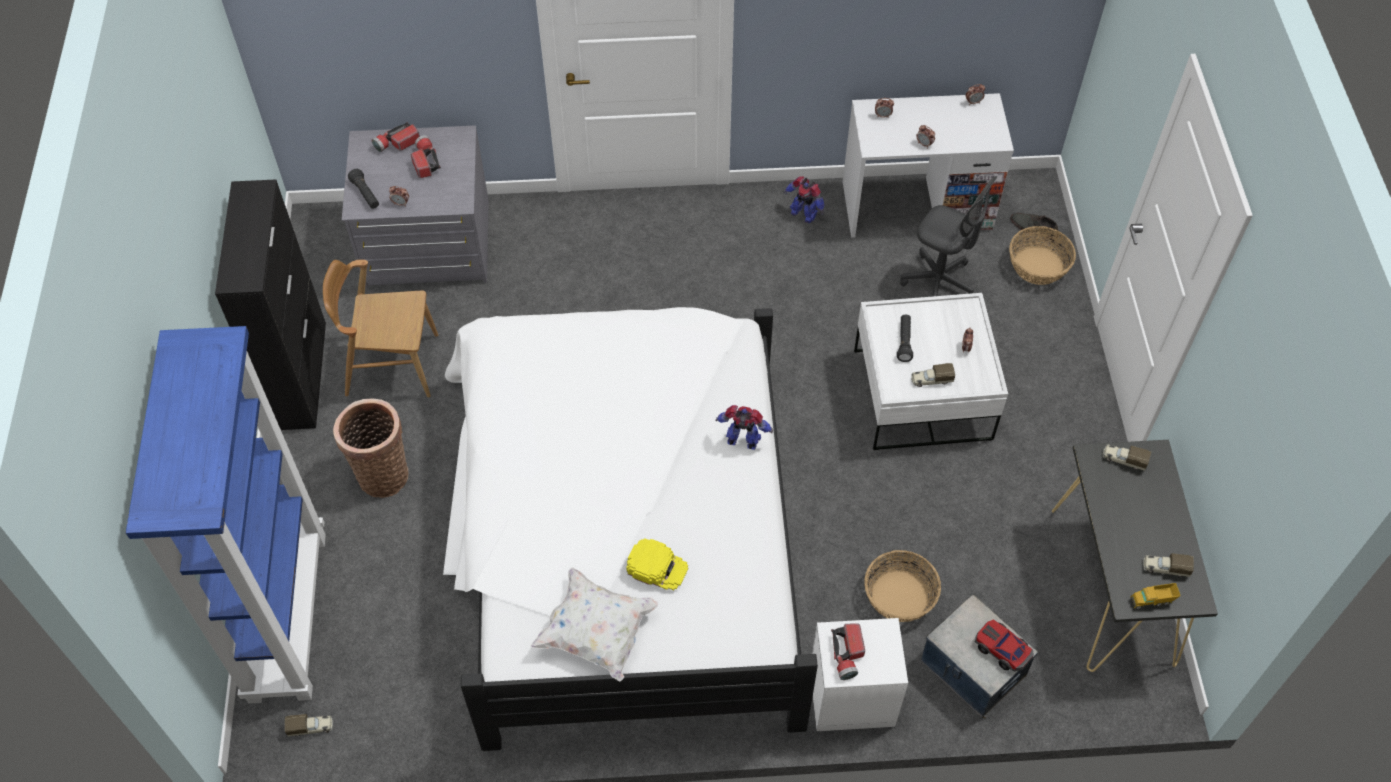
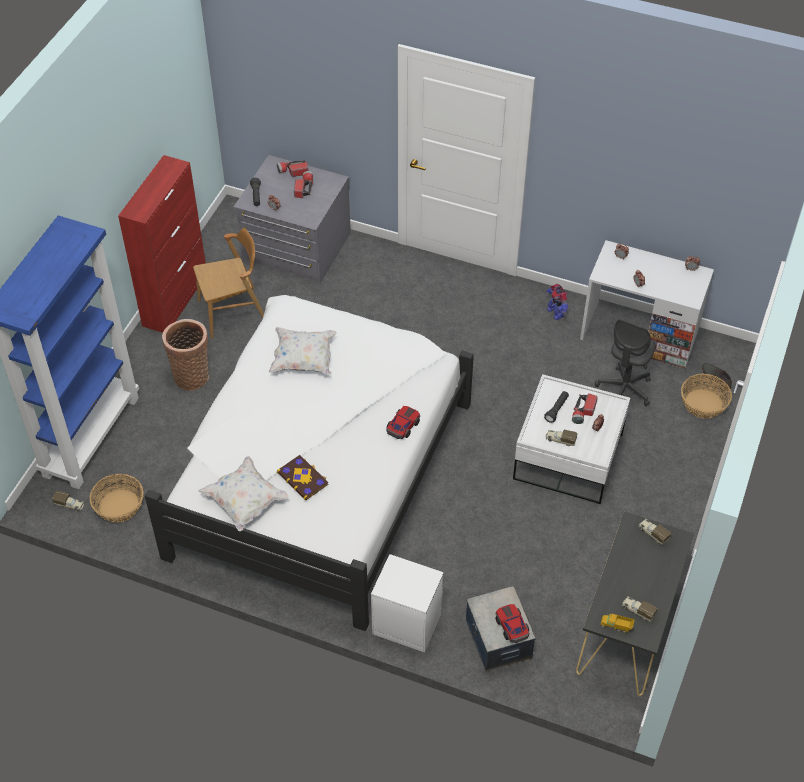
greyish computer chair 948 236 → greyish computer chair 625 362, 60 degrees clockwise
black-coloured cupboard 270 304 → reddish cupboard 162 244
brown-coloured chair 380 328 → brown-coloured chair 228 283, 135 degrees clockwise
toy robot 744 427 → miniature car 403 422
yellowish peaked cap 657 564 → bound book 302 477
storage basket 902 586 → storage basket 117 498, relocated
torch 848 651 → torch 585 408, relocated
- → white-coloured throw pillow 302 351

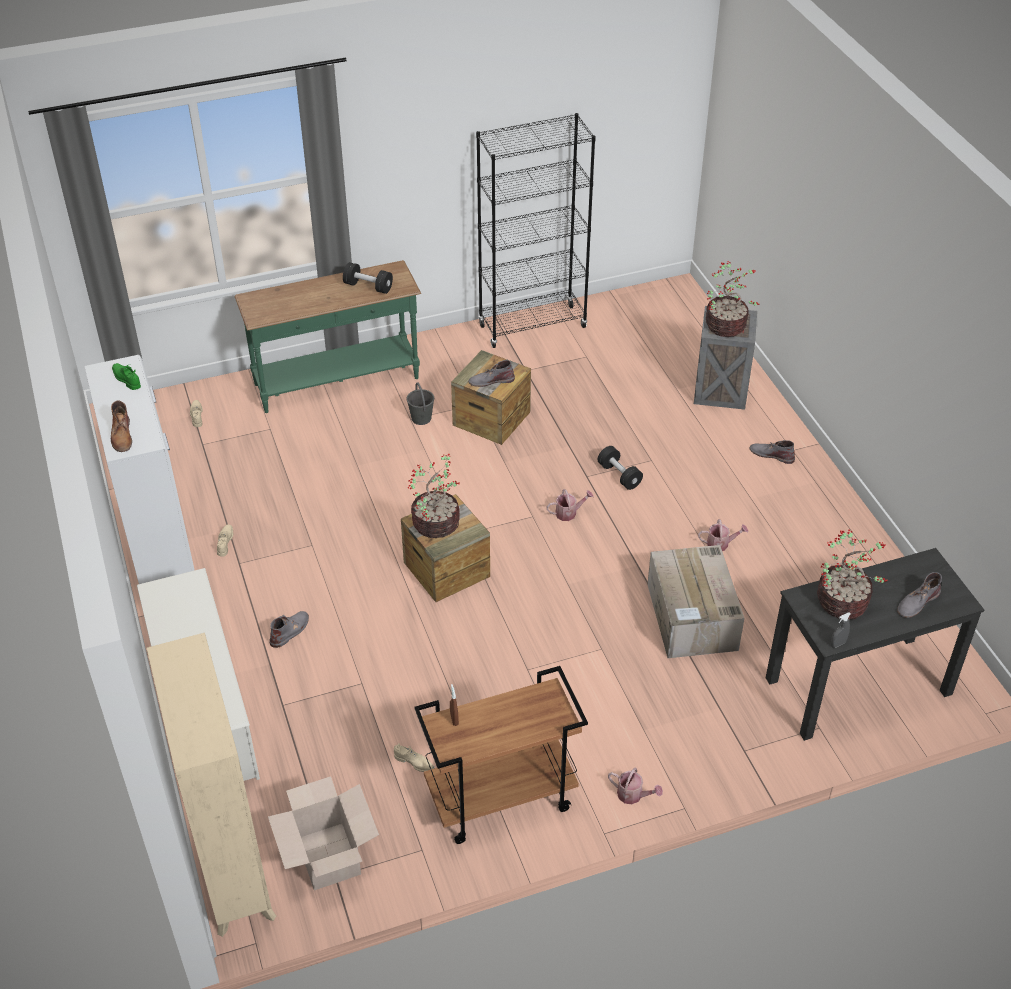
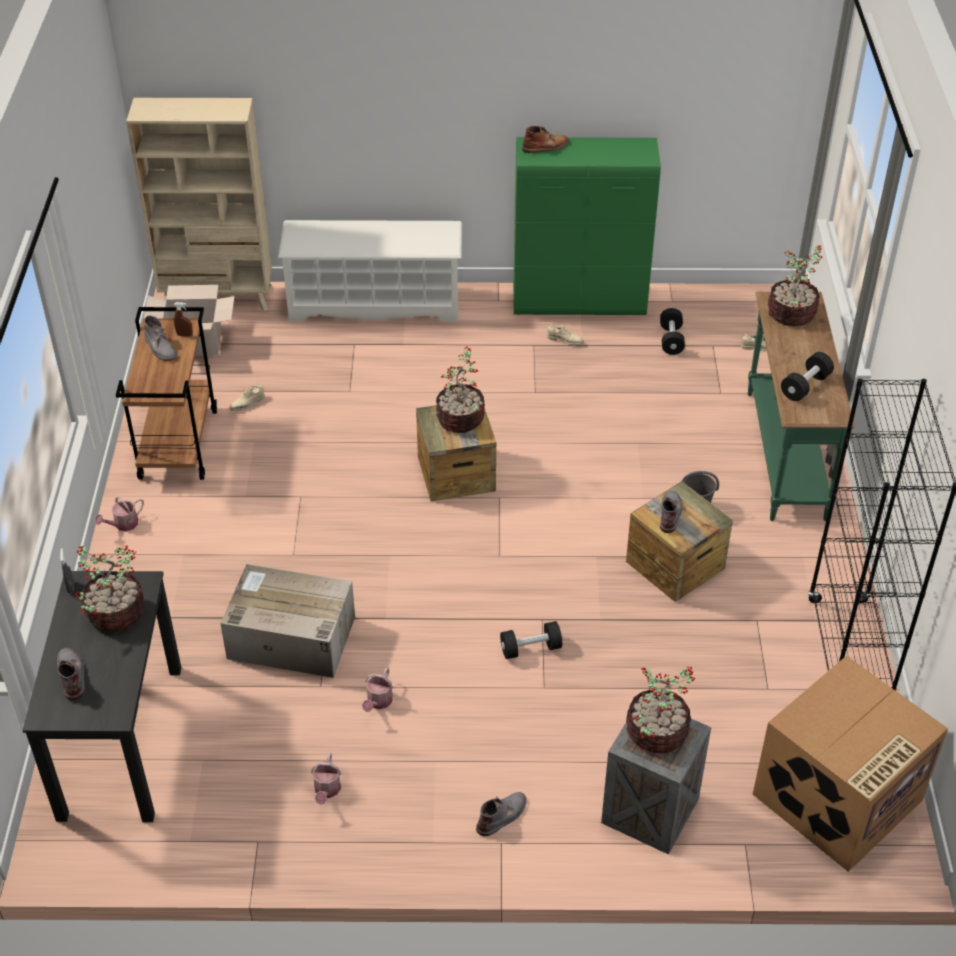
white-coloured cupboard 139 469 → greenish cupboard 587 226
greenish shoe 126 376 → -
brown-coloured boot 121 426 → brown-coloured boot 545 139, 150 degrees clockwise
sprinkling can 570 505 → sprinkling can 326 779, relocated
greyish boot 289 629 → greyish boot 160 338, relocated
- → houseplant 795 285
- → black-coloured hand weight 672 331
- → packing box 850 764

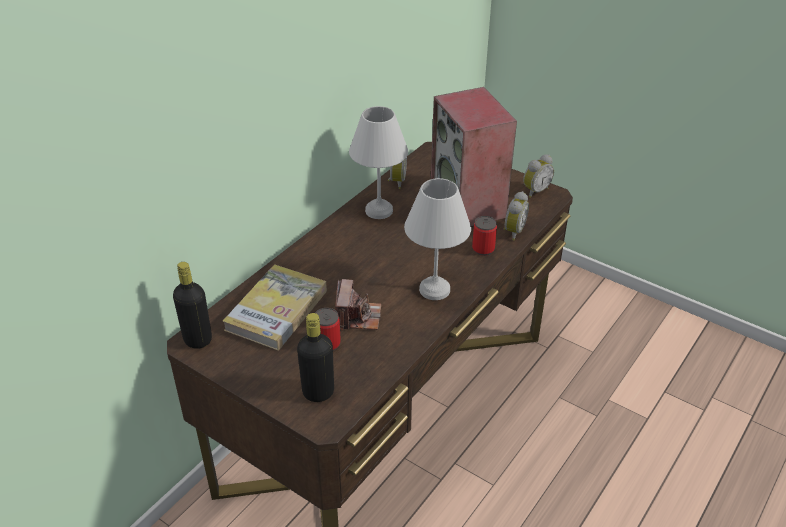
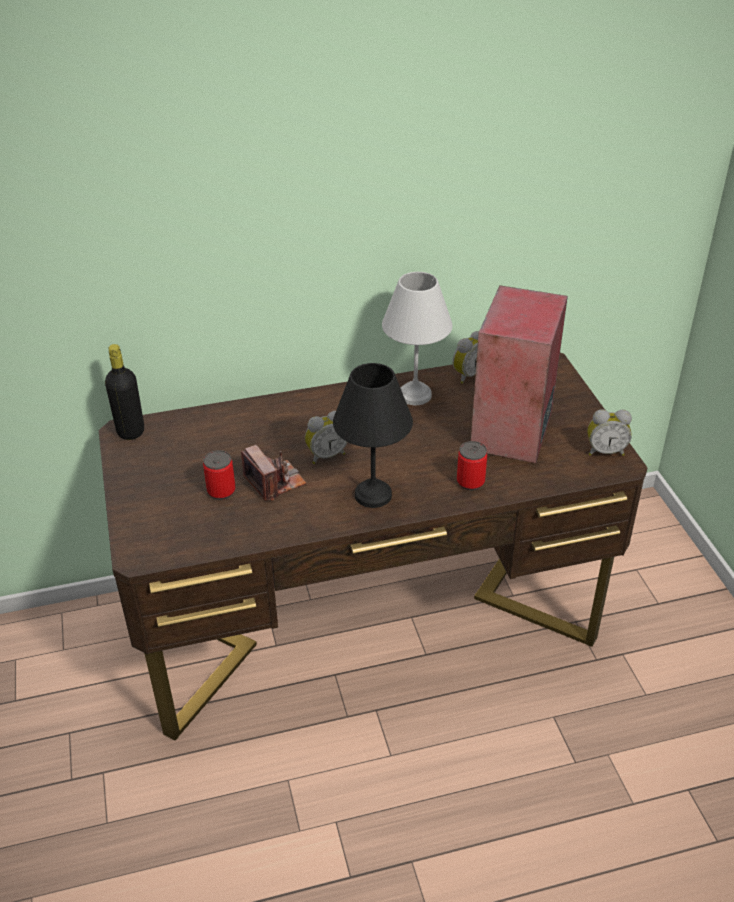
white-coloured lamp for a table 437 239 → black-coloured lamp for a table 373 435
alarm clock 516 216 → alarm clock 326 437, relocated
bound book 275 307 → -
still camera 358 305 → still camera 273 473, 75 degrees counterclockwise
black-coloured bottle 315 357 → -

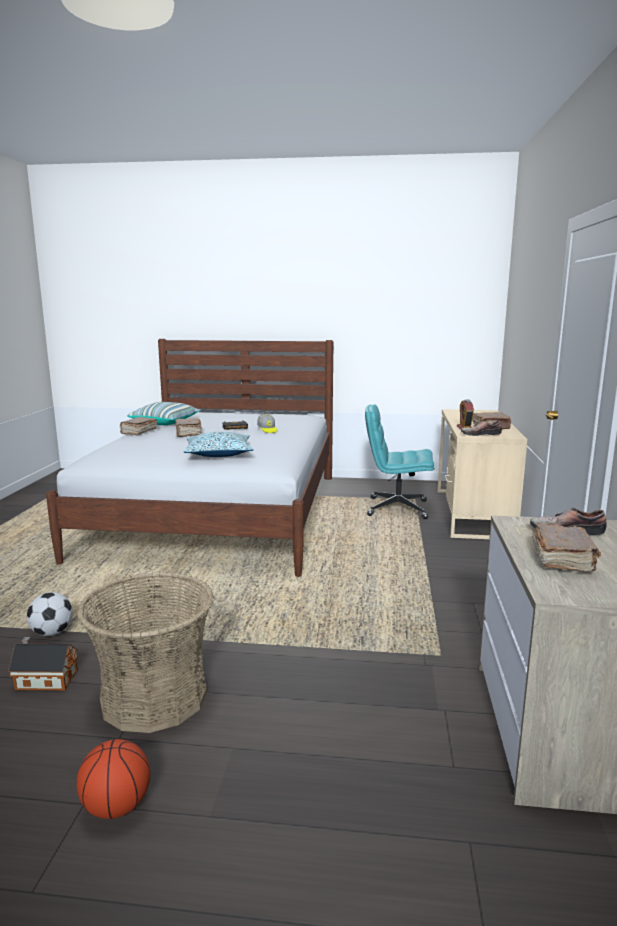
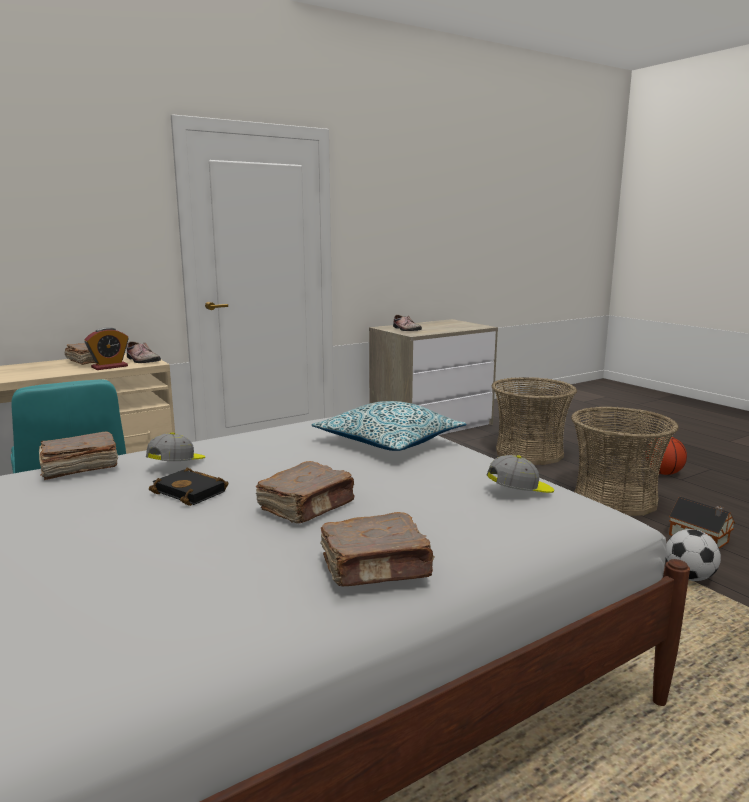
throw pillow 164 413 → -
brown-coloured bound book 566 548 → brown-coloured bound book 78 455, relocated
- → storage basket 534 421
- → peaked cap 520 474

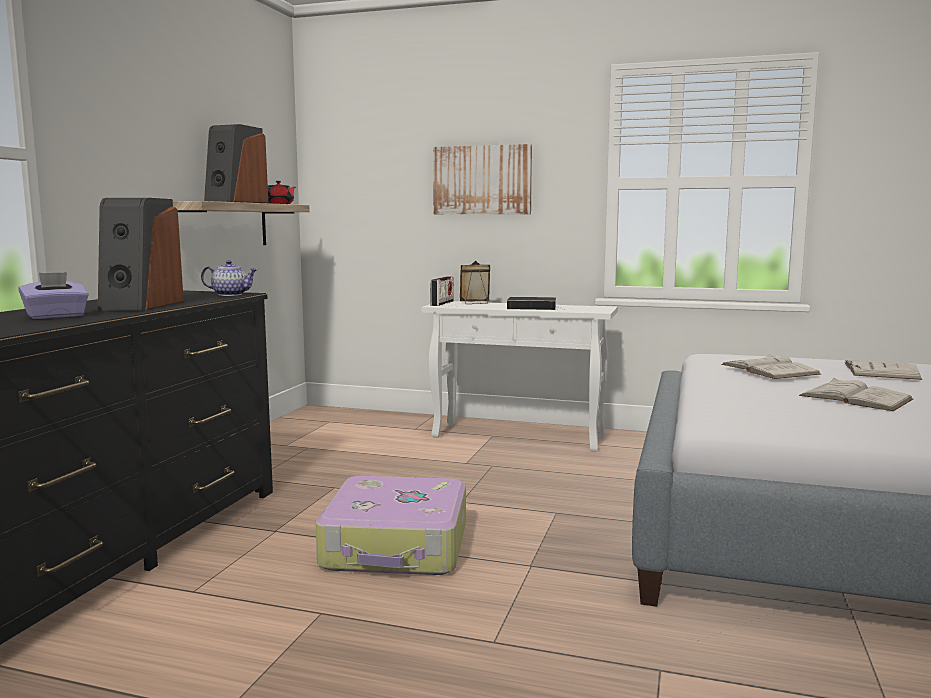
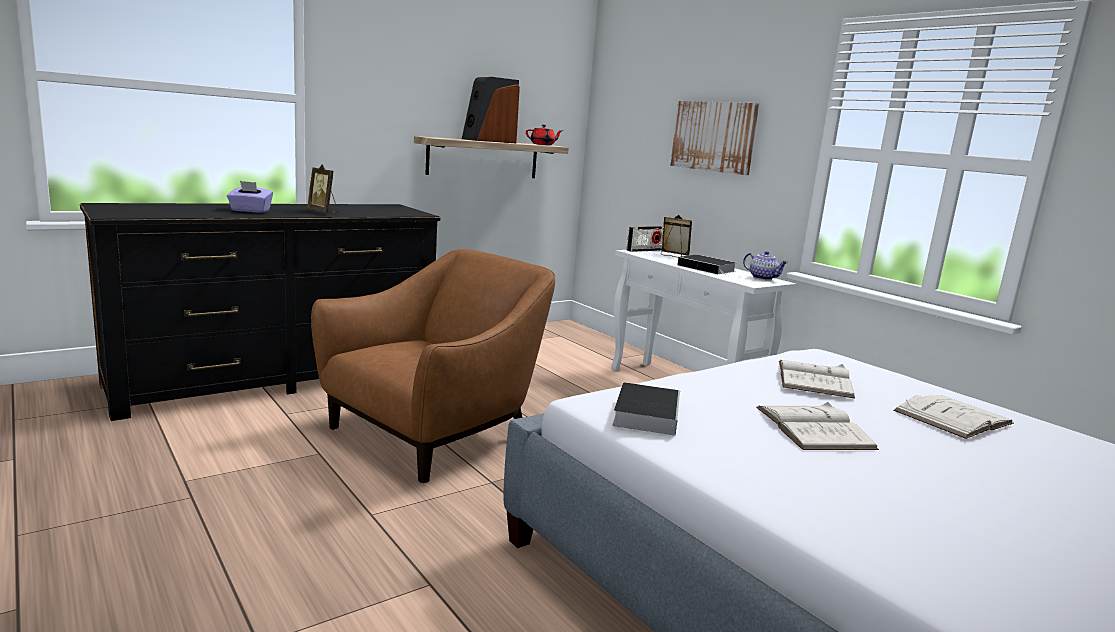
audio speaker 141 254 → photo frame 322 188
teapot 229 278 → teapot 765 265, relocated
travel case 391 525 → brown-coloured lounge chair 433 366
- → bound book 646 408

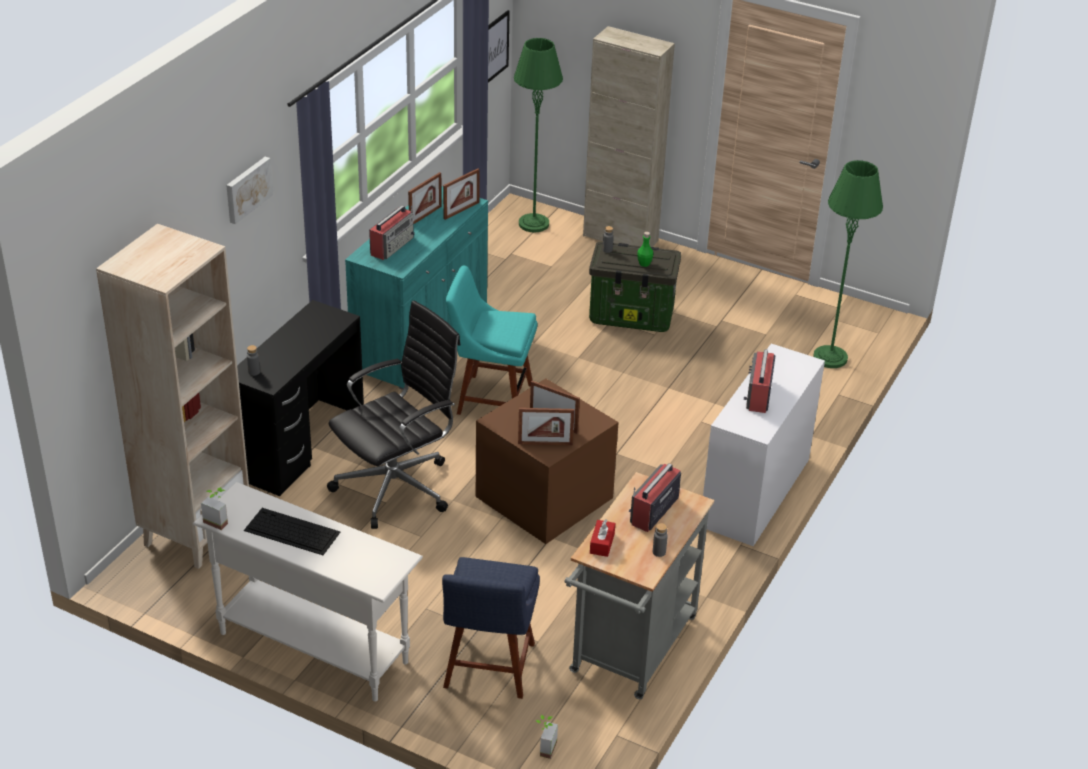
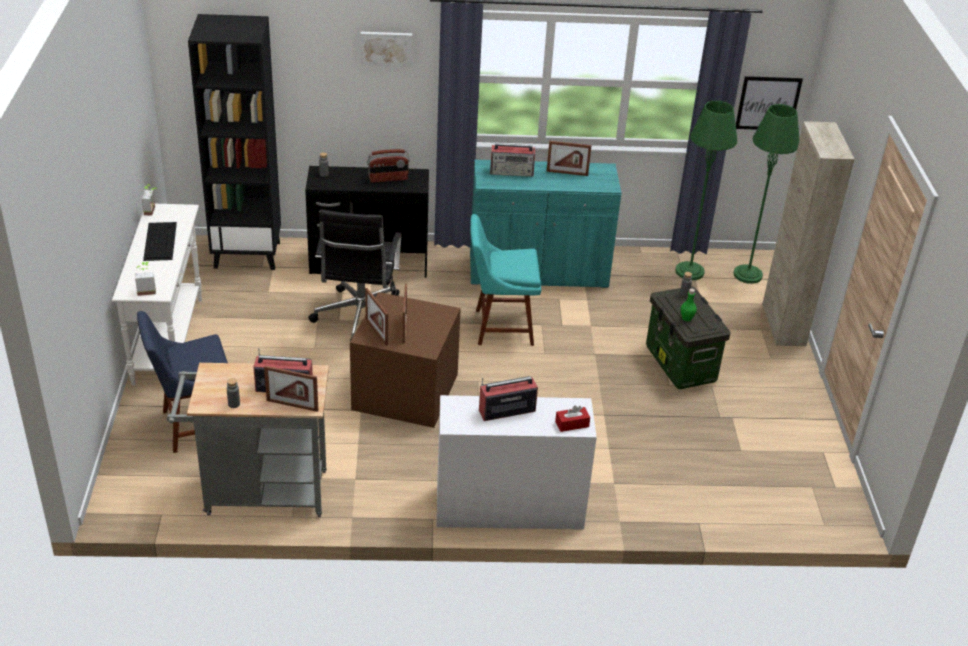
greenish floor lamp 848 264 → greenish floor lamp 706 190, relocated
photo frame 461 194 → photo frame 291 389, relocated
beige-coloured bookshelf 172 396 → black-coloured bookshelf 234 142
turquoise-coloured chair 491 340 → turquoise-coloured chair 505 280, 75 degrees counterclockwise
black-coloured computer chair 394 415 → black-coloured computer chair 355 275, 75 degrees clockwise
reddish tissue box 602 538 → reddish tissue box 572 418, relocated
houseplant 547 737 → houseplant 145 279, relocated
- → radio 388 166

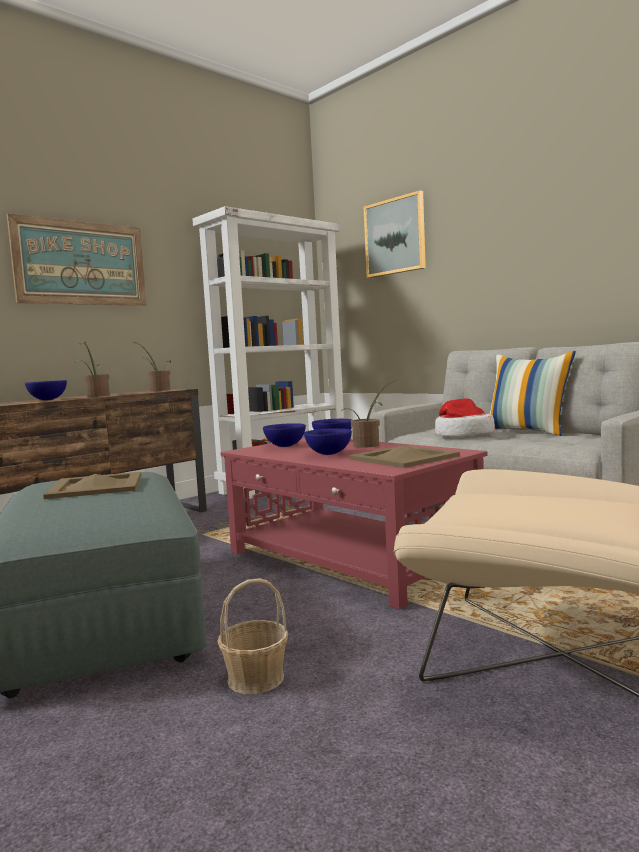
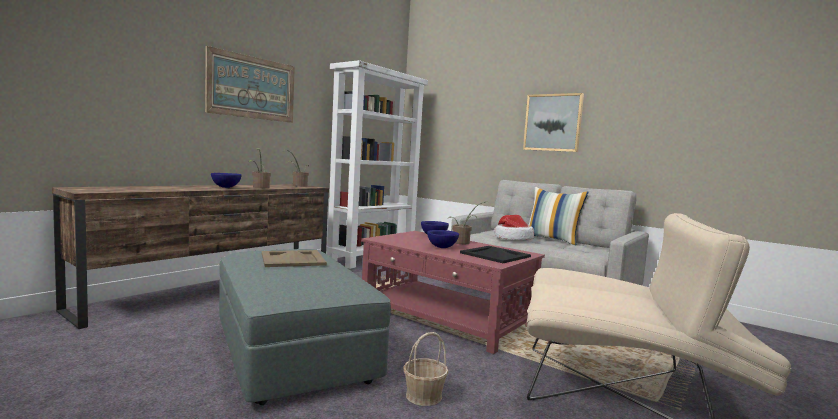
wall art 395 234 → wall art 553 122, relocated
bluish deep dish 284 435 → -
beige-coloured carrying tray 404 456 → black-coloured carrying tray 495 254

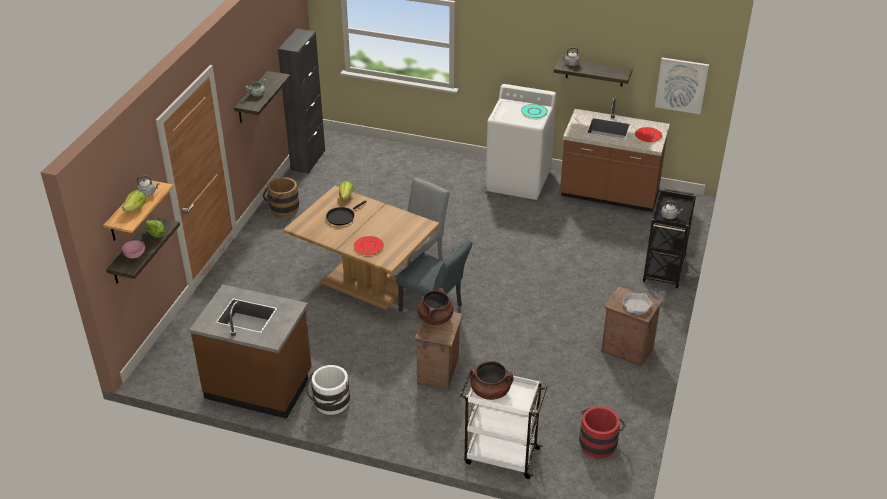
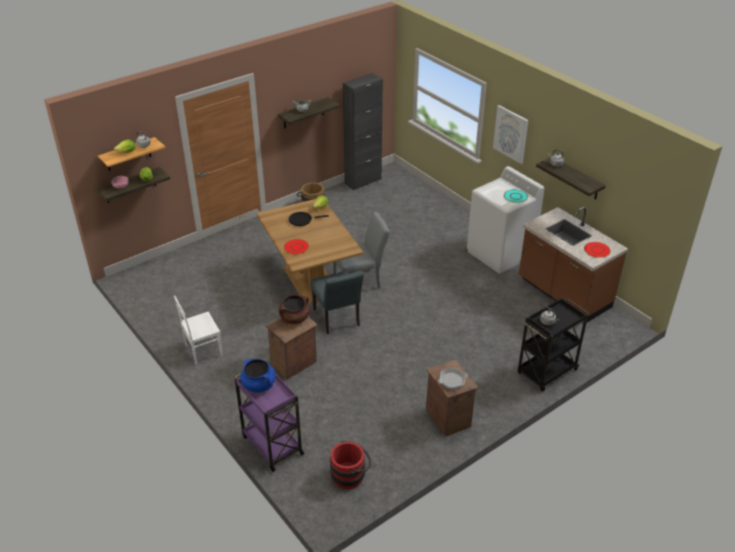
wall art 682 86 → wall art 510 134, relocated
brown-coloured kitchen counter 250 351 → -
brown-coloured saucepot 492 380 → bluish saucepot 257 375
white-coloured pail 327 390 → white-coloured chair 198 330
white-coloured cart 503 426 → purple cart 270 422

